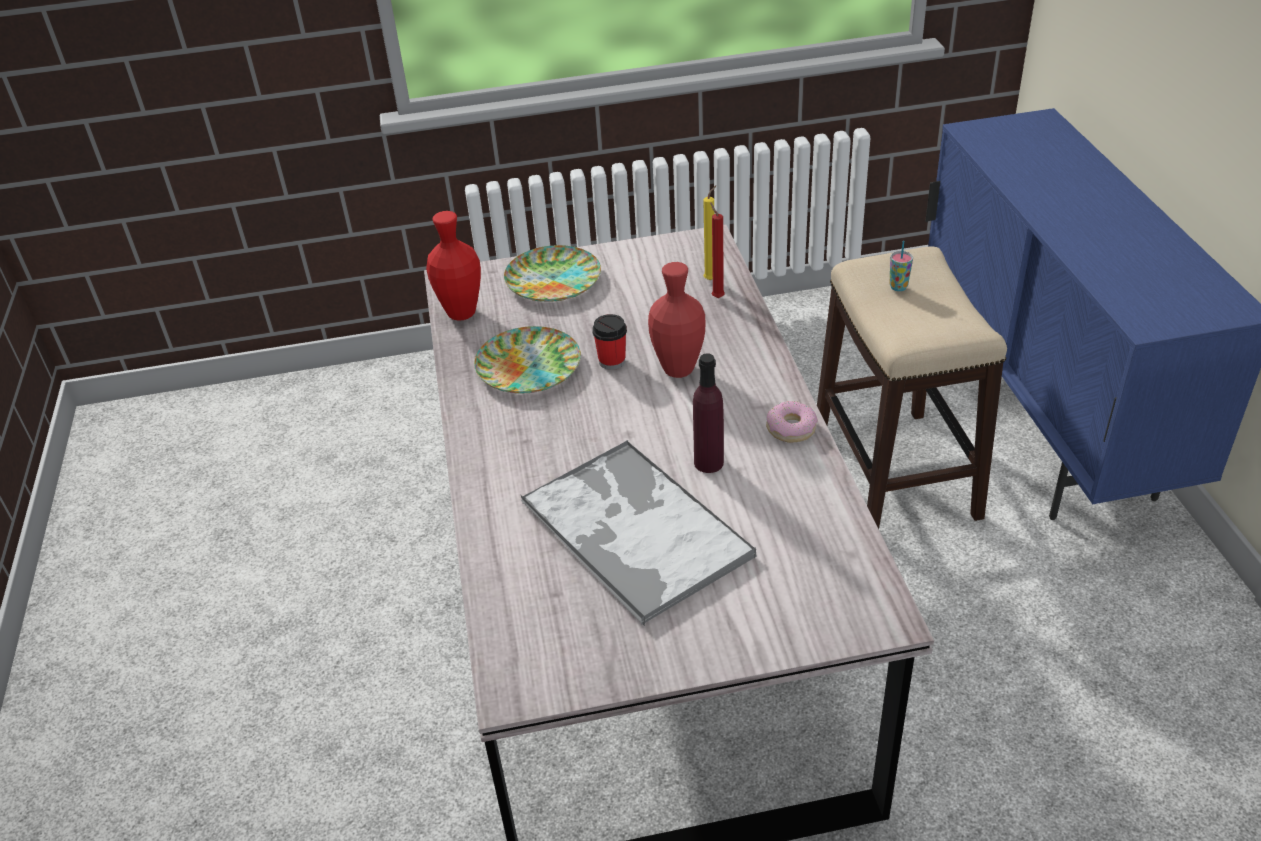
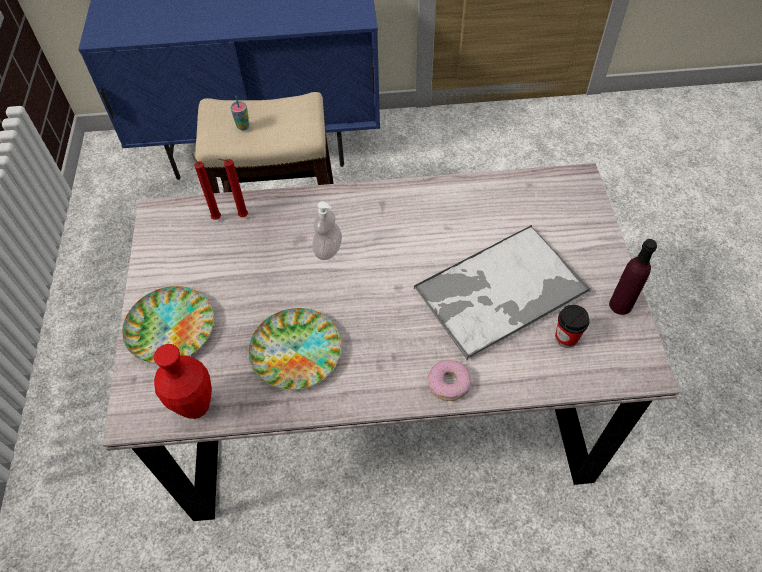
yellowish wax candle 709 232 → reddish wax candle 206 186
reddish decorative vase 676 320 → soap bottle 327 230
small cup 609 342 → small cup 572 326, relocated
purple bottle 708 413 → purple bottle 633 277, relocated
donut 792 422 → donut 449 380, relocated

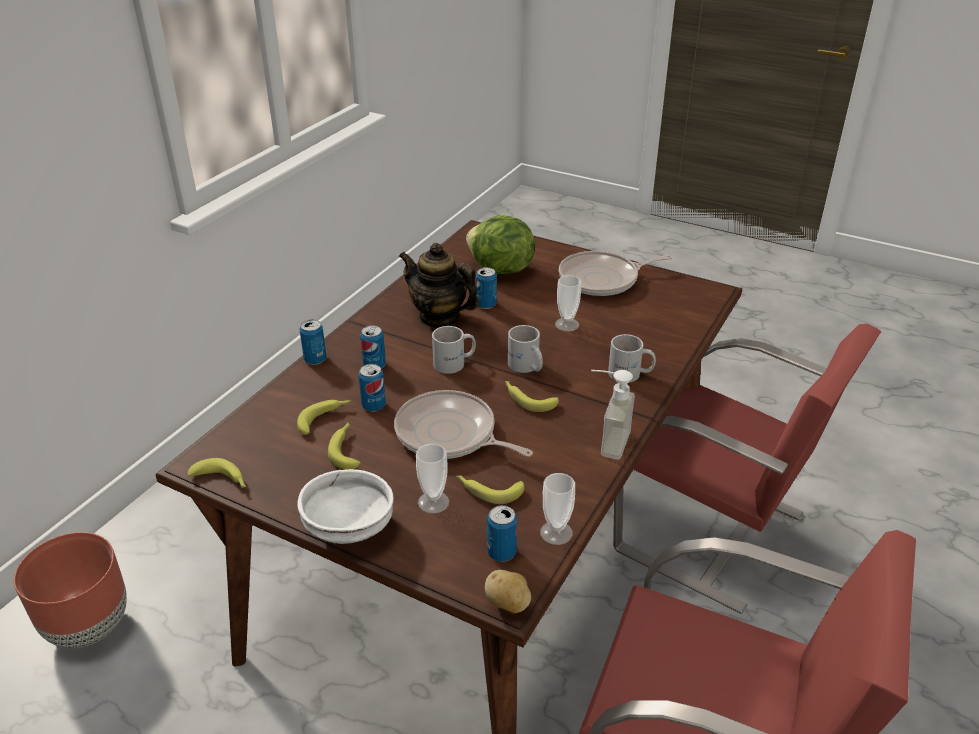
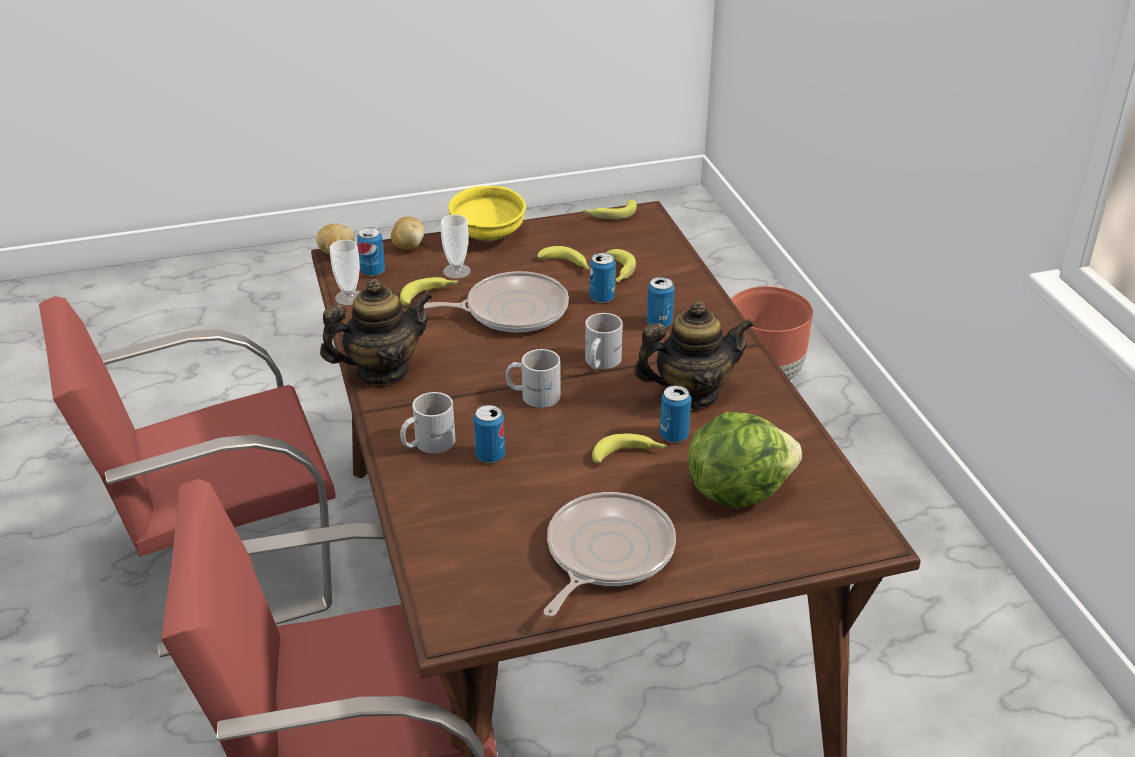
small cup 568 303 → -
can 313 342 → can 489 434, relocated
soap bottle 613 415 → teapot 376 332
banana fruit 532 396 → banana fruit 629 449, relocated
white-coloured deep dish 345 506 → yellowish deep dish 487 214
- → spud 408 233

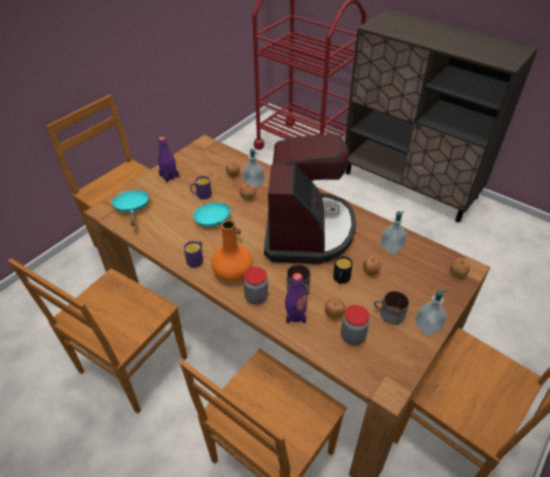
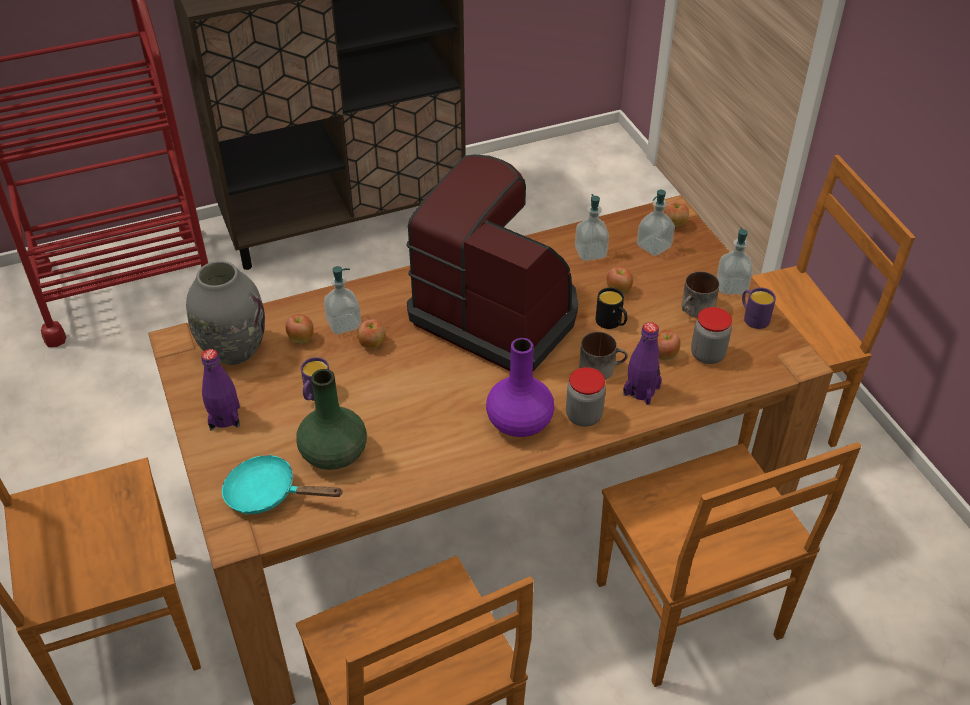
turquoise-coloured skillet 217 218 → -
orange decorative vase 232 251 → purple decorative vase 520 387
purple coffee mug 193 254 → purple coffee mug 759 308, relocated
- → soap bottle 656 223
- → greyish decorative vase 225 313
- → greenish decorative vase 331 419

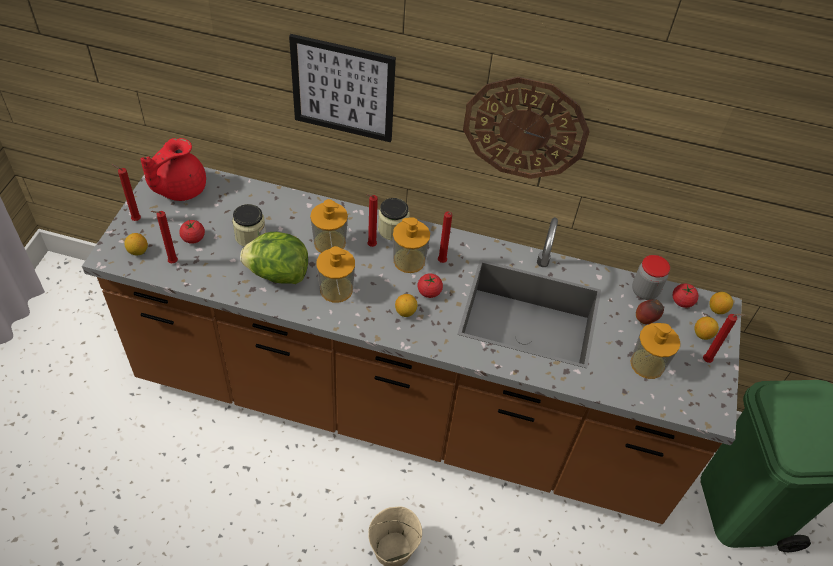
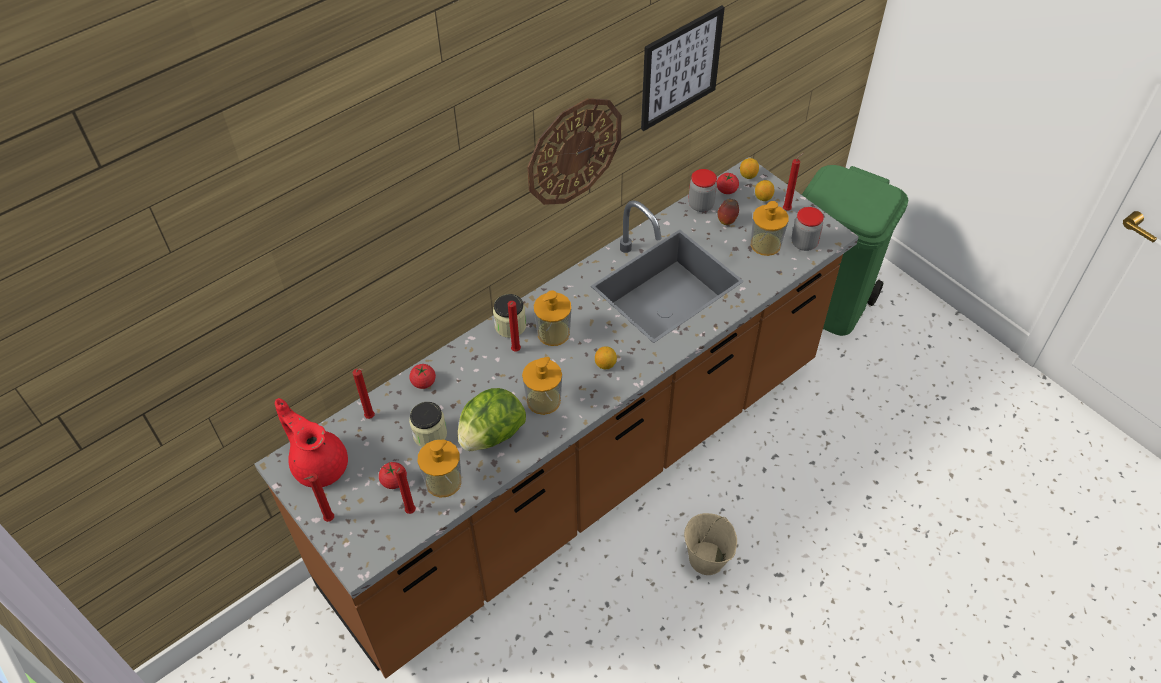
wall art 342 88 → wall art 683 68, relocated
reddish teapot 173 169 → reddish teapot 311 442, 150 degrees clockwise
soap bottle 329 226 → soap bottle 440 468, relocated
reddish wax candle 445 237 → reddish wax candle 363 393, relocated
lemon 136 244 → -
fresh tomato 430 286 → fresh tomato 422 376, relocated
- → preserve jar 808 229

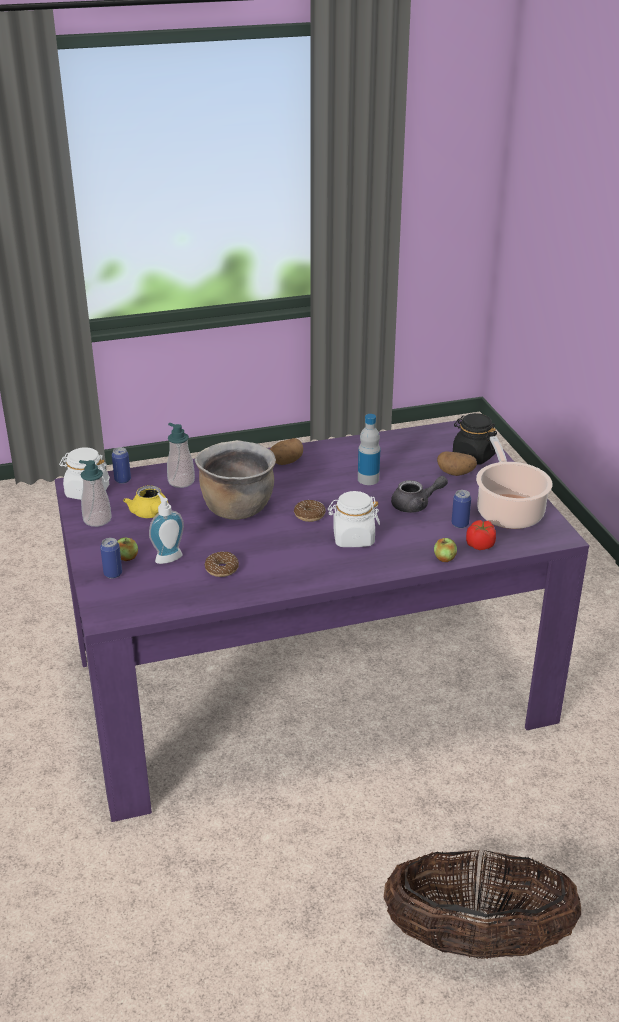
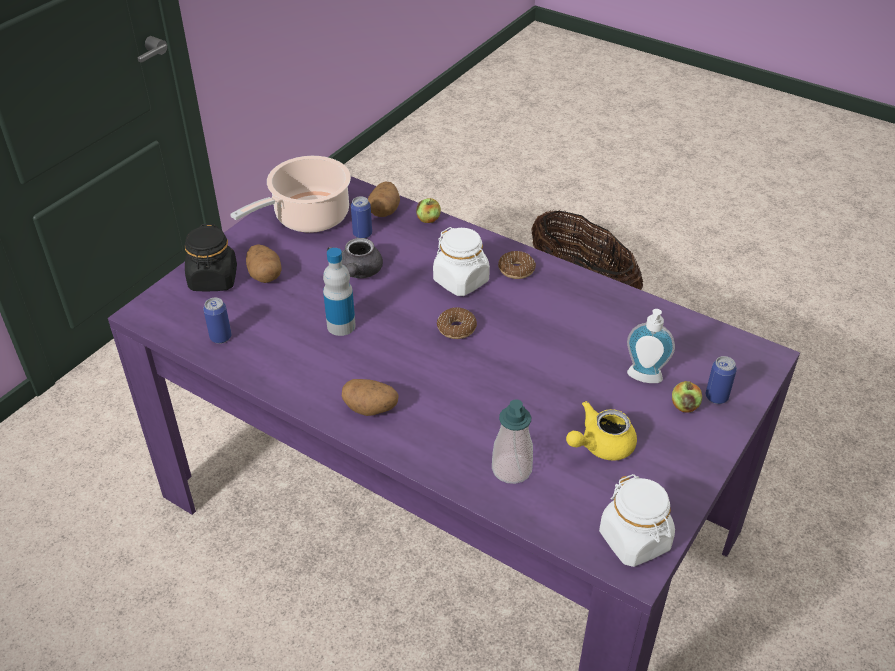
brown-coloured saucepot 235 480 → -
can 121 465 → can 217 321, relocated
soap bottle 95 493 → -
greyish teapot 419 494 → greyish teapot 355 258, 120 degrees counterclockwise
yellowish teapot 145 501 → yellowish teapot 601 431, 150 degrees counterclockwise
fresh tomato 481 535 → spud 384 199
donut 222 564 → donut 517 265, relocated

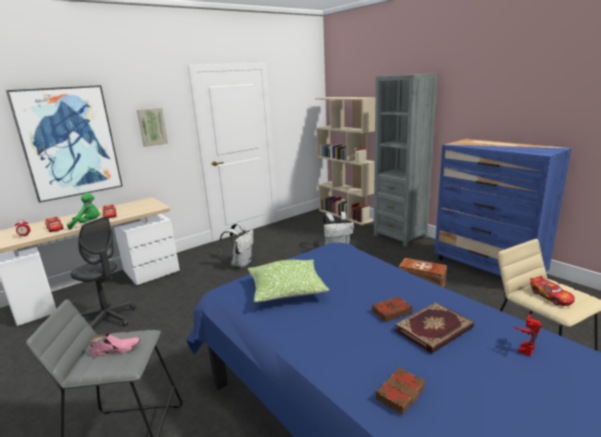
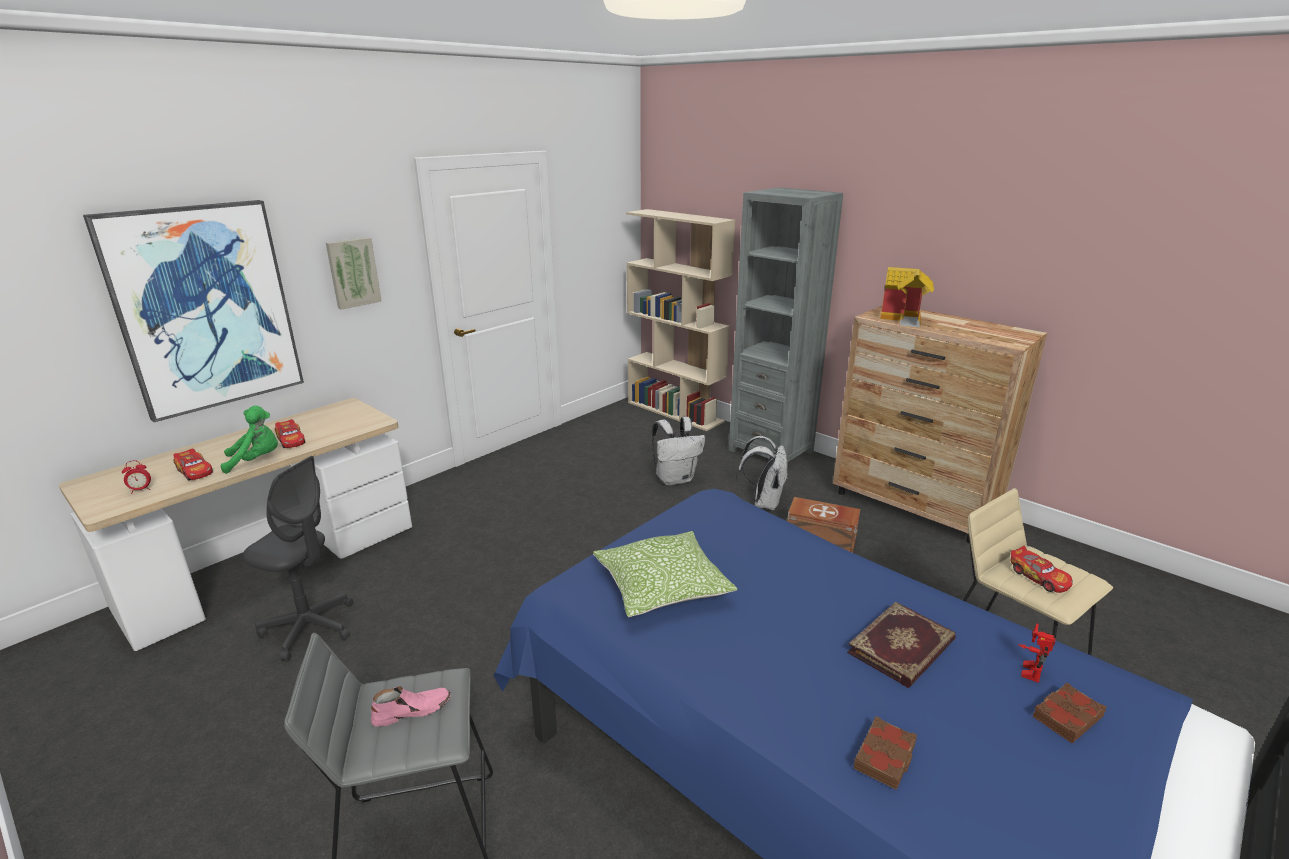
bluish chest of drawers 503 207 → brown-coloured chest of drawers 940 424
white-coloured knapsack 236 245 → white-coloured knapsack 762 473, relocated
brown-coloured bound book 392 309 → brown-coloured bound book 1069 712, relocated
- → miniature house 907 297

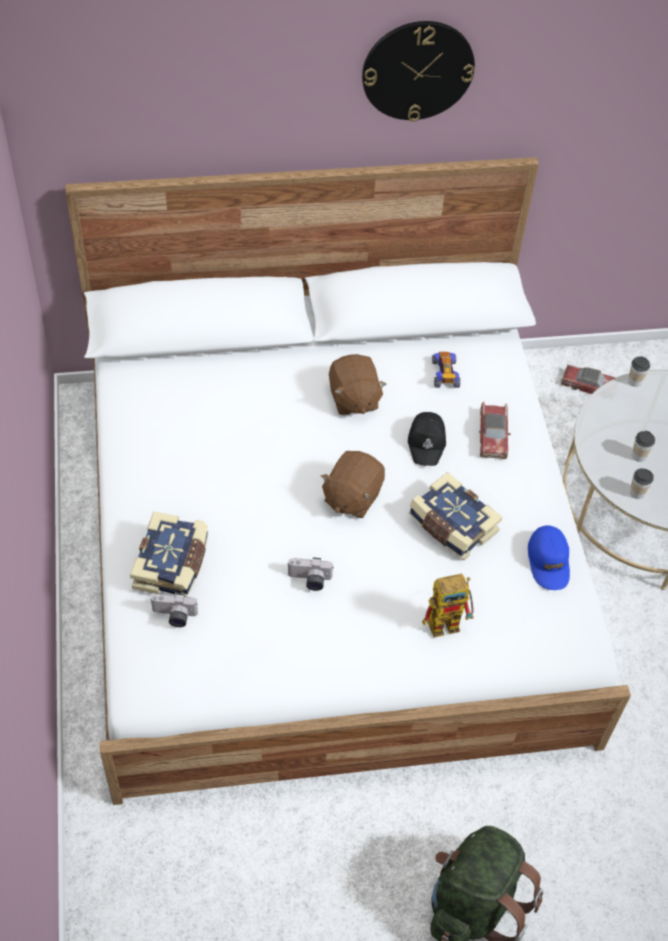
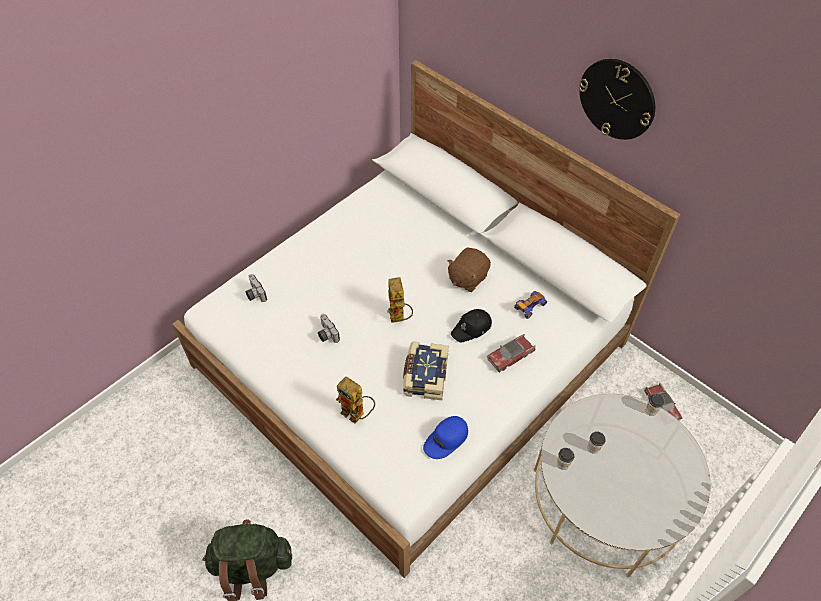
brown-coloured plush toy 353 484 → toy robot 400 300
bound book 169 554 → -

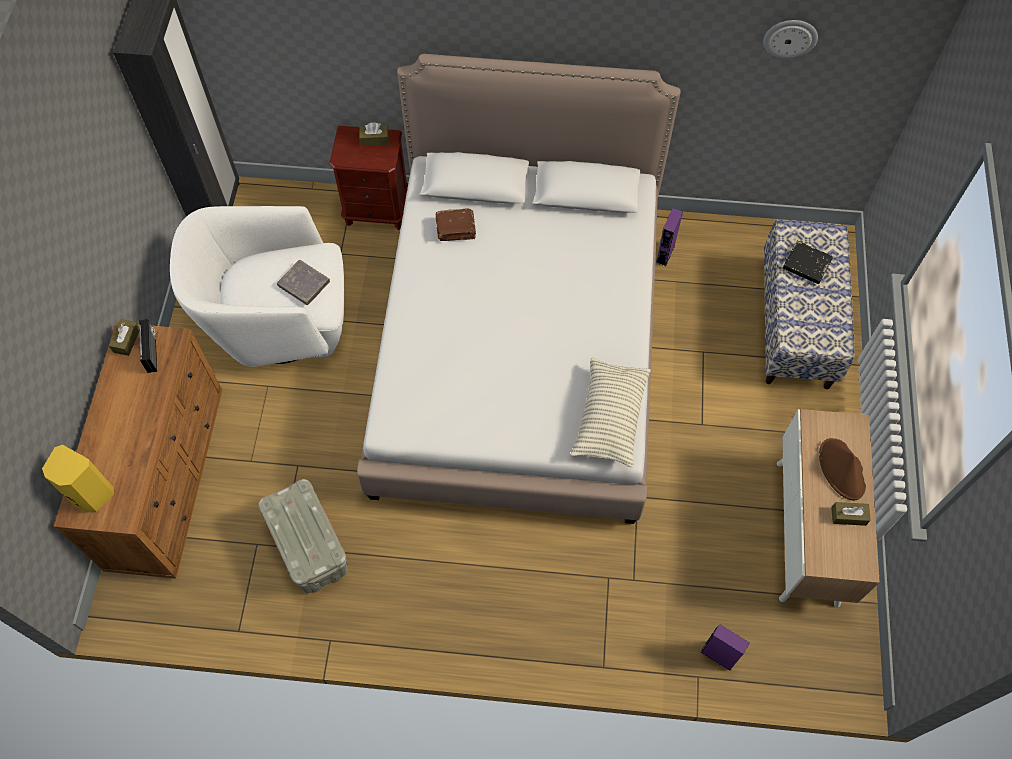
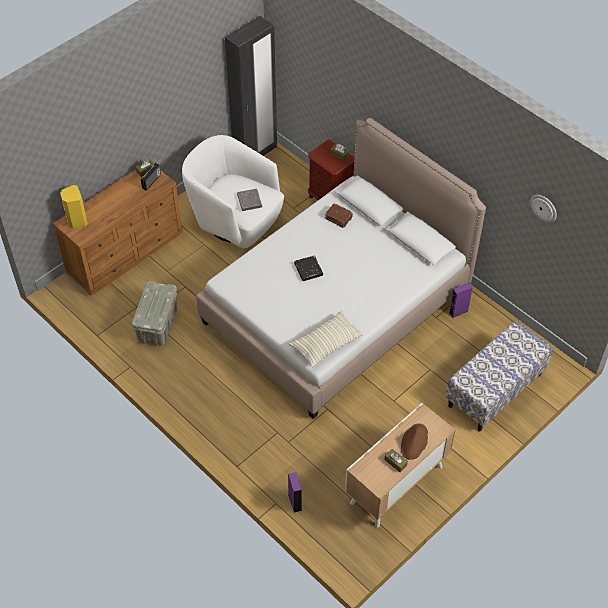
black-coloured bound book 808 262 → black-coloured bound book 308 268, relocated

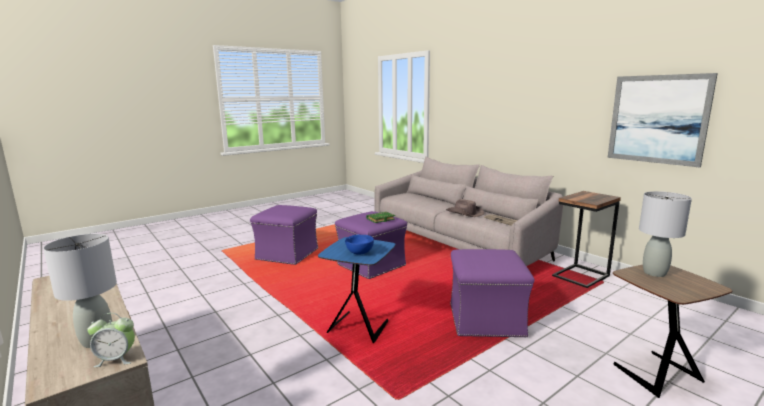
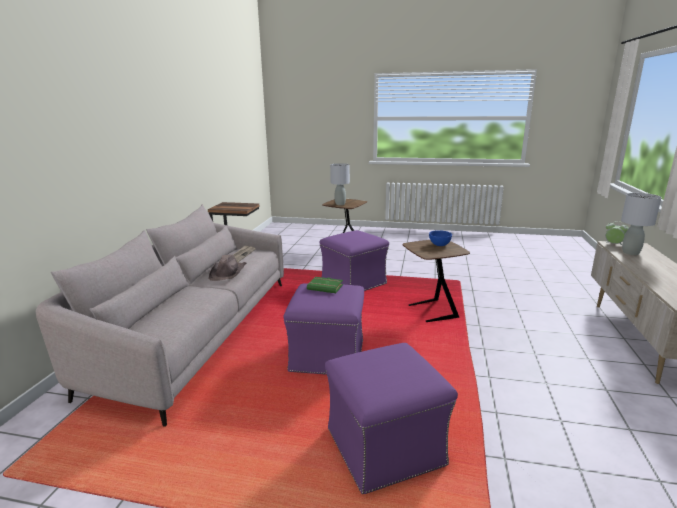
wall art 663 120 → -
bluish end table 357 290 → brown-coloured end table 436 281

